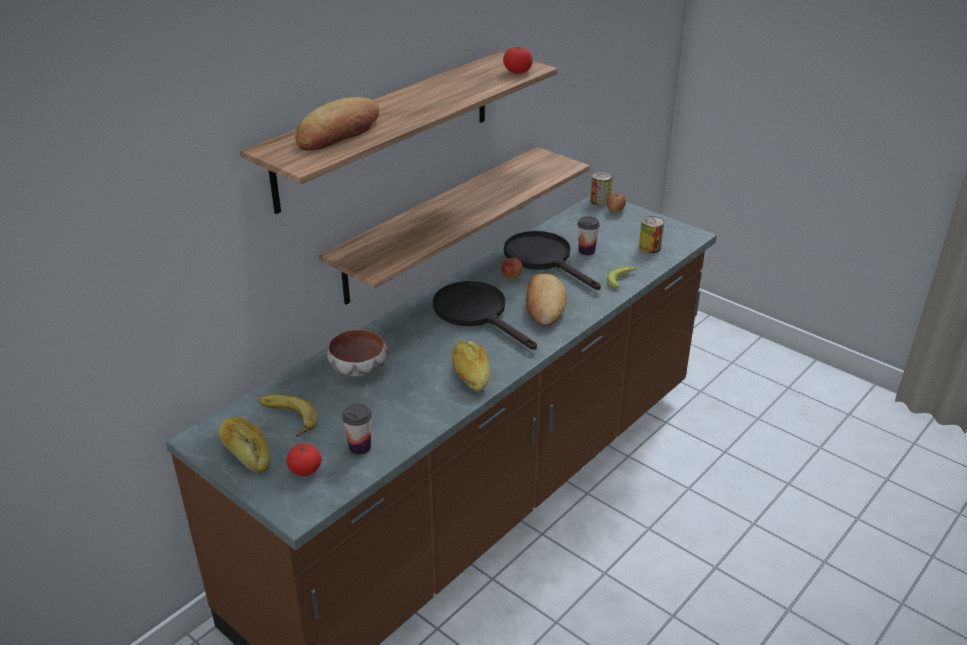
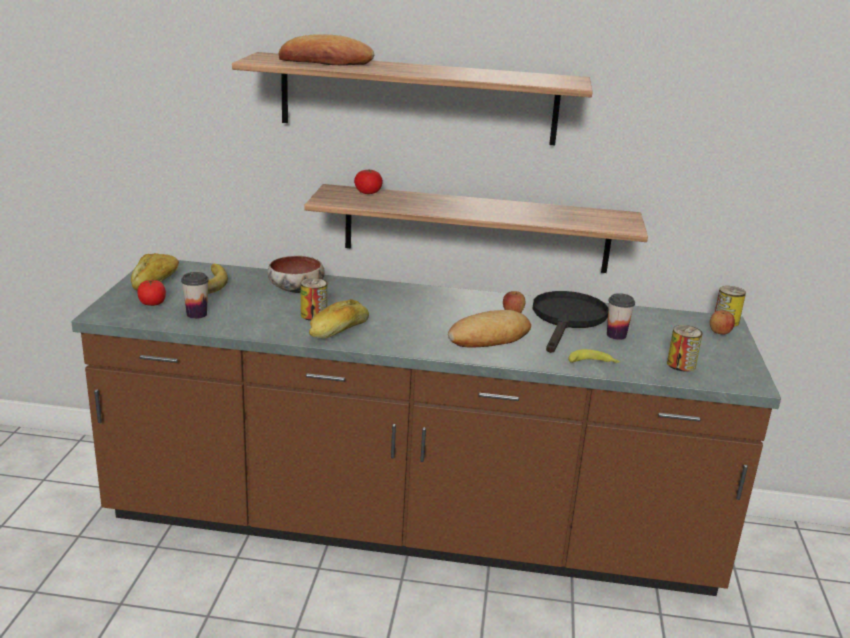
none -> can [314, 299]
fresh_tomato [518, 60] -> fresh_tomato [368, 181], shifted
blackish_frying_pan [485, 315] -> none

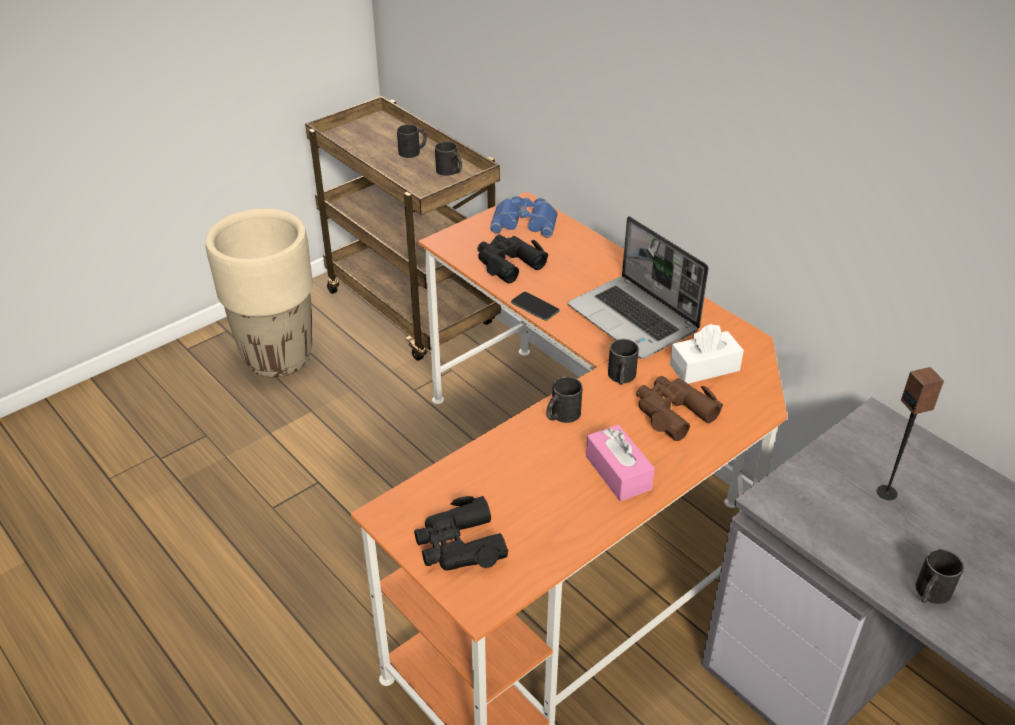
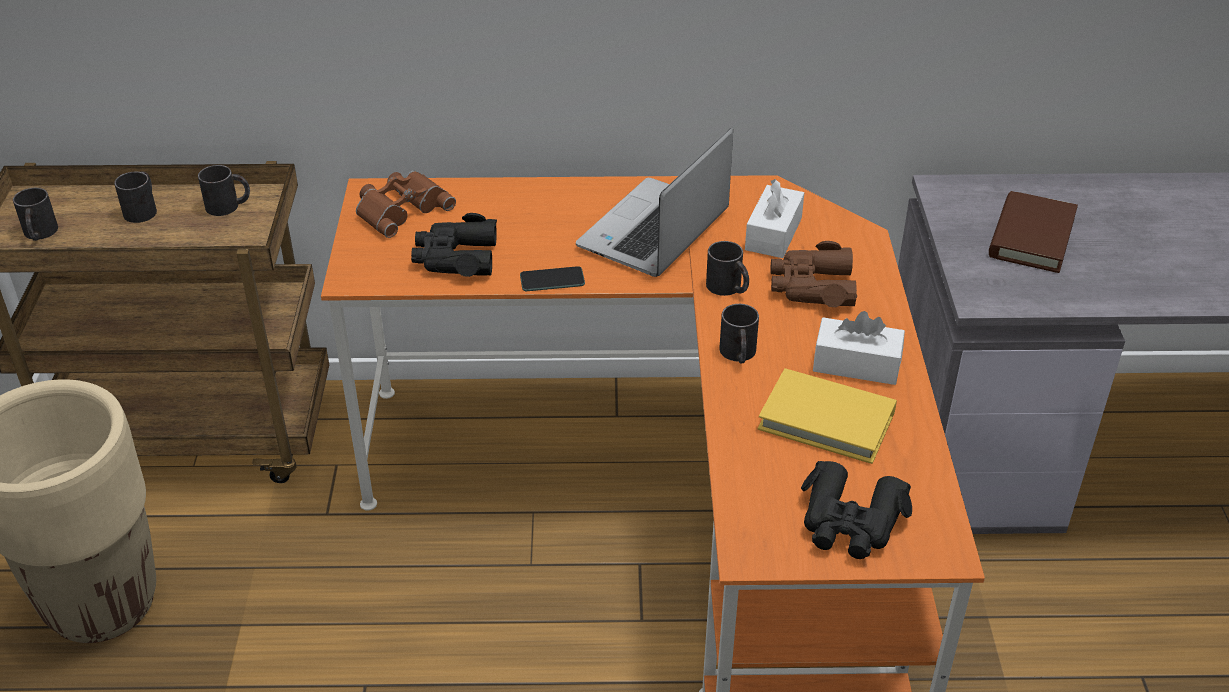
blackish_coffee_mug [940, 576] -> blackish_coffee_mug [35, 214], shifted
blue-coloured_field_glasses [524, 217] -> brown-coloured_field_glasses [406, 204]
notebook_computer [638, 287] -> notebook_computer [654, 202], 120 degrees clockwise
none -> yellow_volume [827, 416]
pinkish_box_of_tissues [620, 462] -> white-coloured_box_of_tissues [859, 348]
audio_speaker [910, 433] -> brown-coloured_volume [1033, 232]

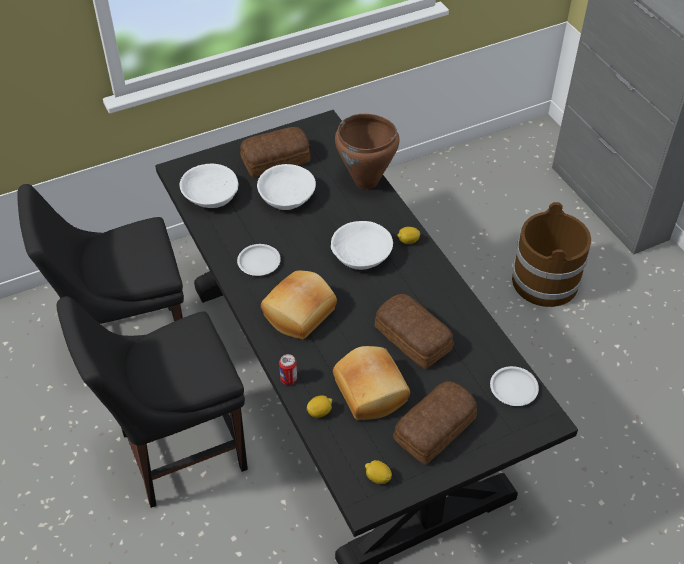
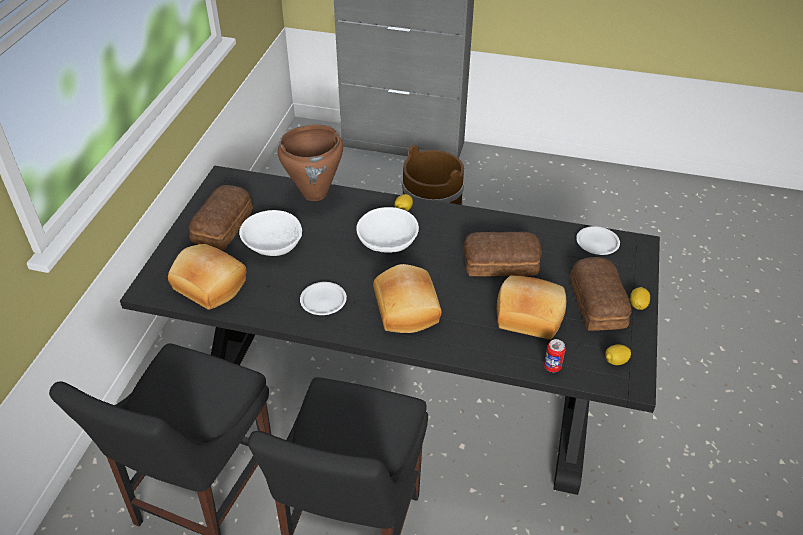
white-coloured_serving_bowl [208, 186] -> bakery_bread [207, 277]
can [288, 369] -> can [555, 355], shifted
lemon [319, 406] -> lemon [640, 298], shifted

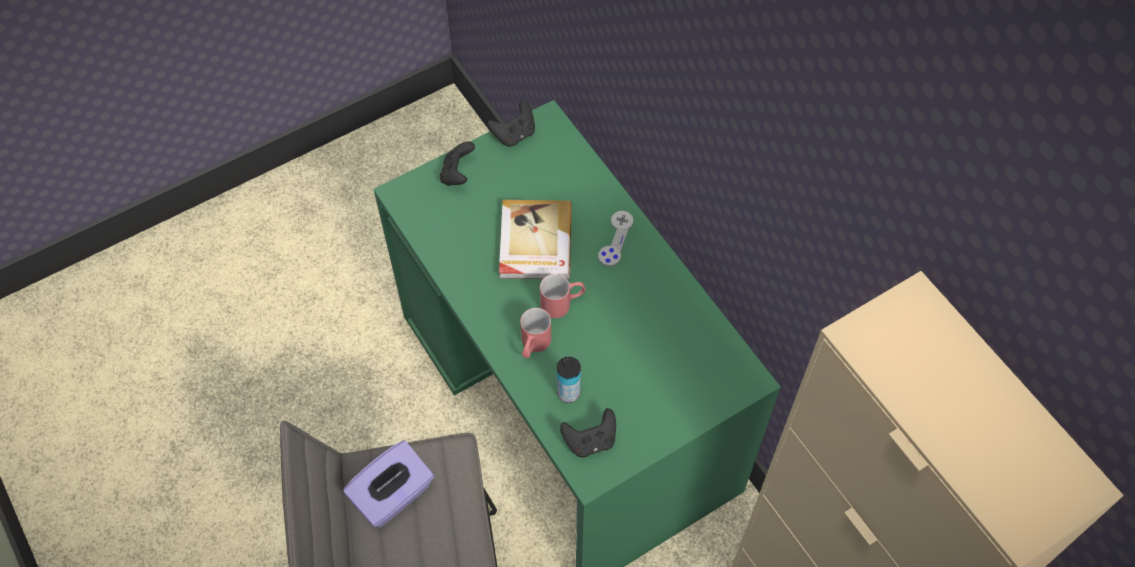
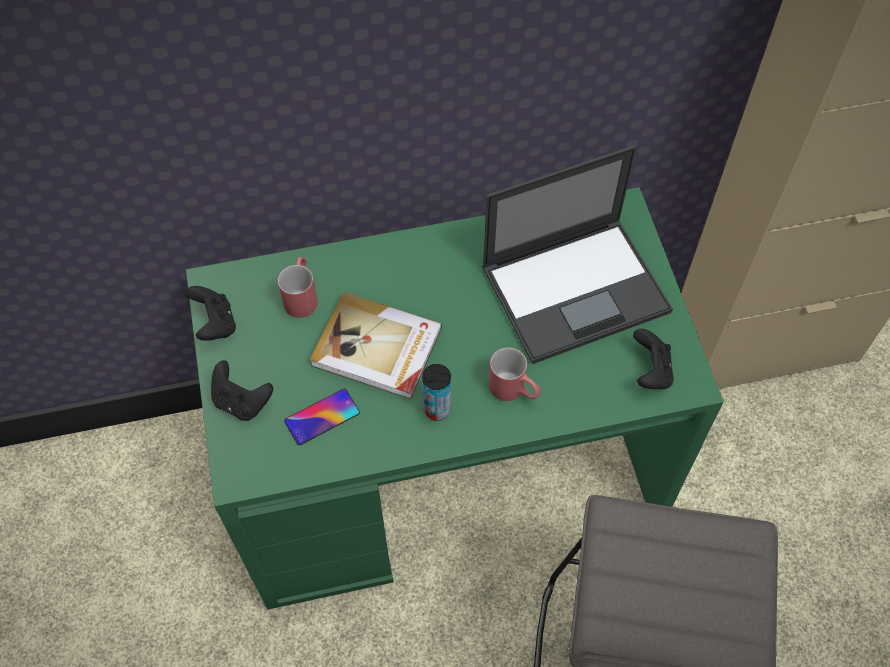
red_coffee_mug [563, 296] -> red_coffee_mug [298, 287], shifted
none -> phone [322, 417]
can [569, 380] -> can [436, 392], shifted
none -> notebook_computer [577, 254]
purple_box_of_tissues [388, 483] -> none
gray_joypad [615, 239] -> none

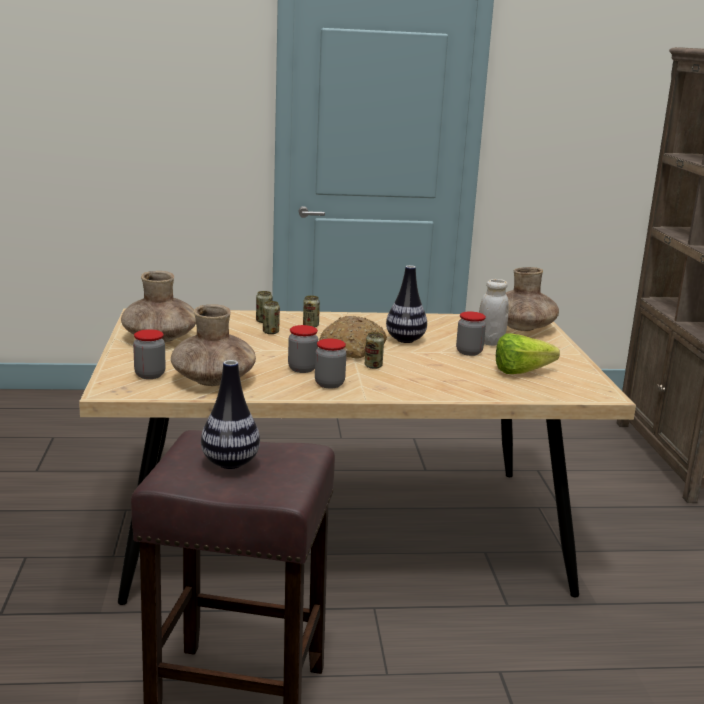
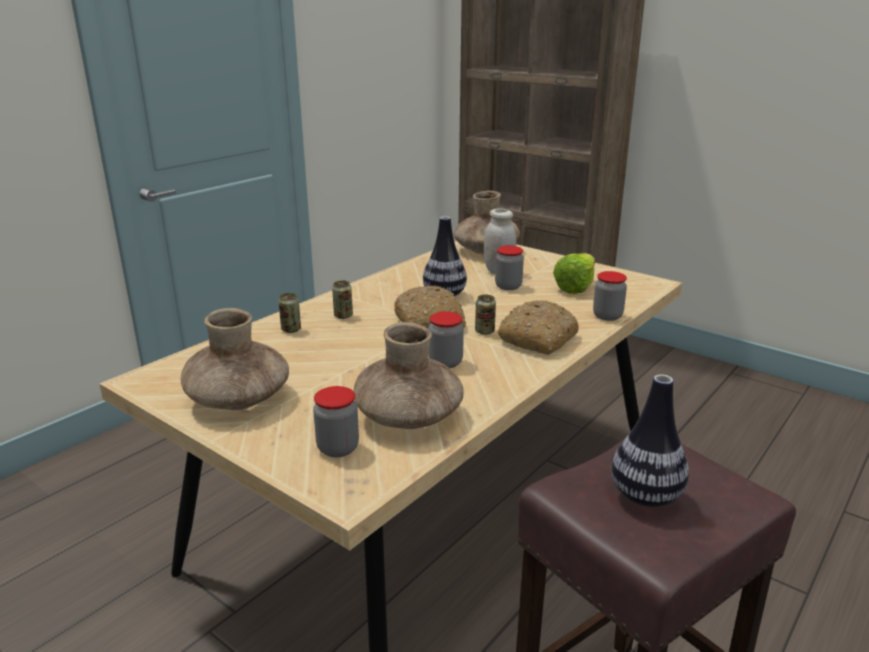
none -> bakery_bread [538, 327]
storage_jar [330, 364] -> storage_jar [610, 296], shifted
can [271, 317] -> none

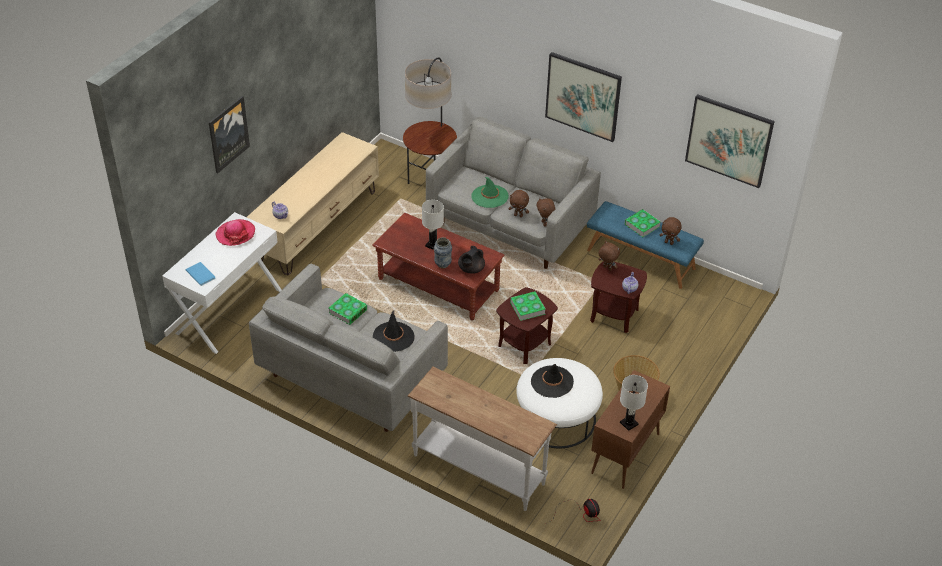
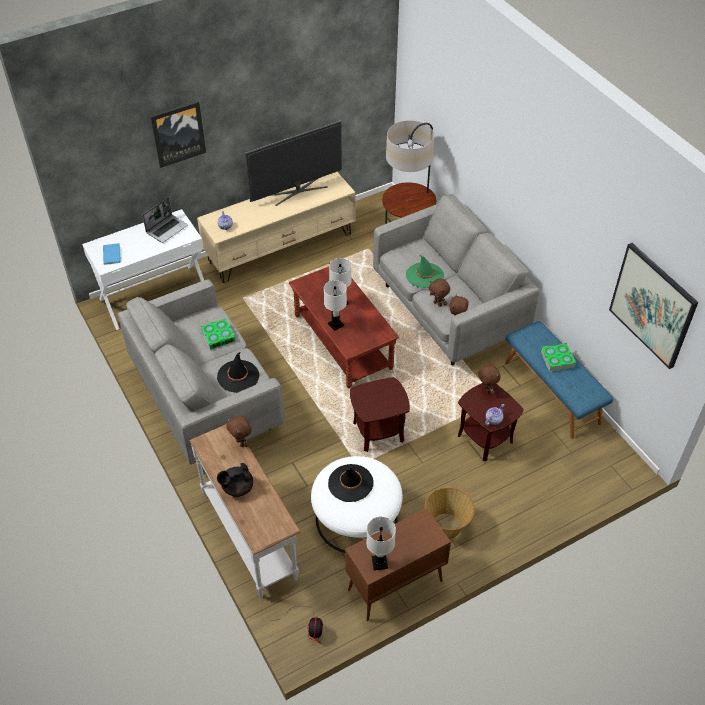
clothing_hat [235, 232] -> notebook_computer [165, 220]
blackish_teapot [471, 260] -> blackish_teapot [235, 480], shifted
brown-coloured_soft_toy [671, 231] -> brown-coloured_soft_toy [239, 431], shifted
none -> TV [293, 163]
decorative_vase [443, 252] -> white-coloured_table_lamp [335, 305]
volume [527, 306] -> none
wall_picture [583, 97] -> none

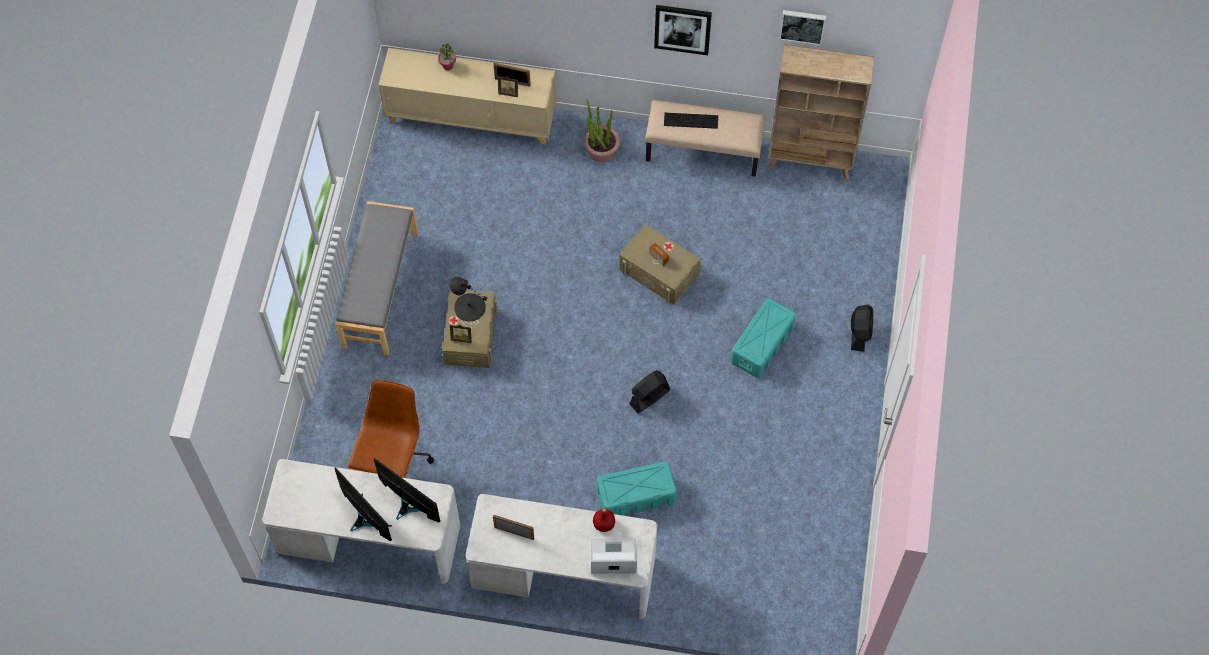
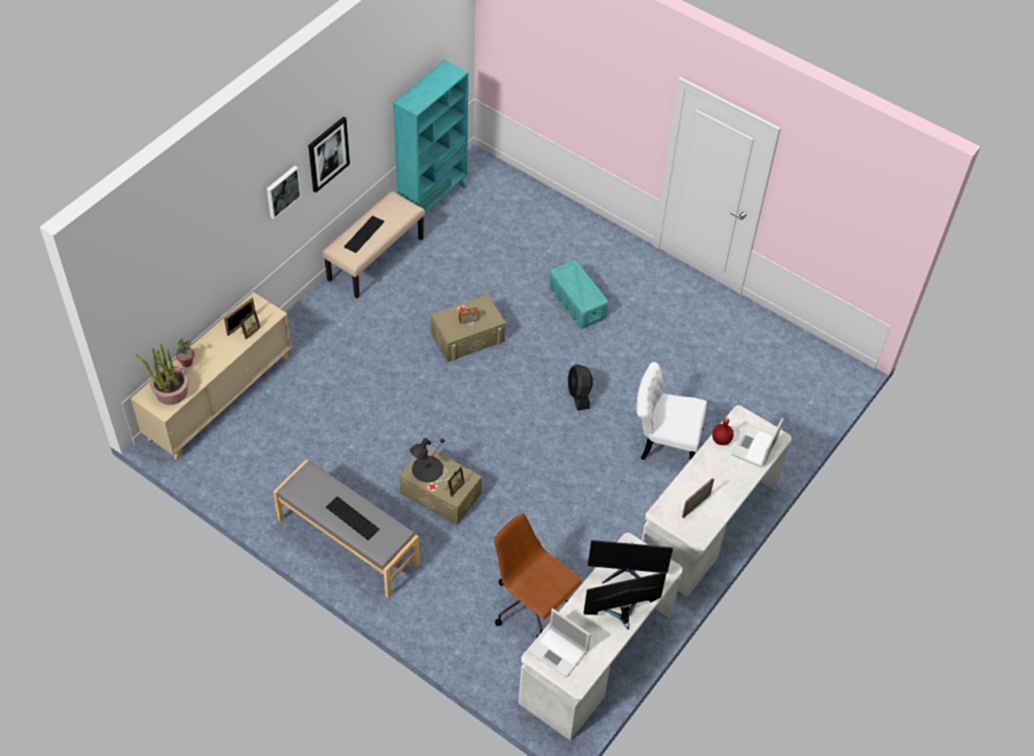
houseplant [602, 130] -> houseplant [162, 374], shifted
wall_picture [802, 27] -> wall_picture [284, 192], shifted
none -> PC_keyboard [353, 518]
beige-coloured_bookcase [821, 112] -> turquoise-coloured_bookcase [430, 143]
none -> notebook_computer [560, 643]
monitor [407, 490] -> monitor [630, 561], 150 degrees counterclockwise
turquoise-coloured_storage_container [636, 488] -> white-coloured_upright_chair [672, 411]
blackish_cooling_fan [862, 328] -> none

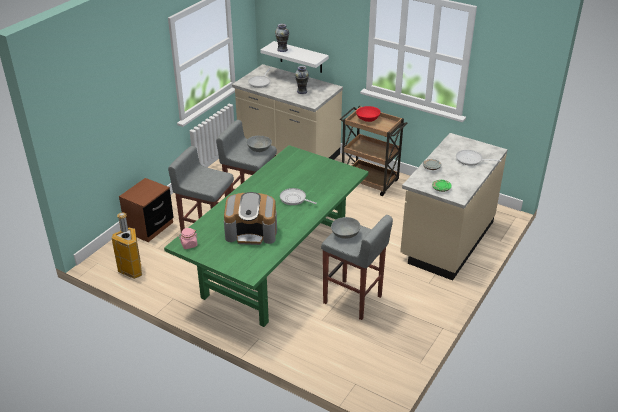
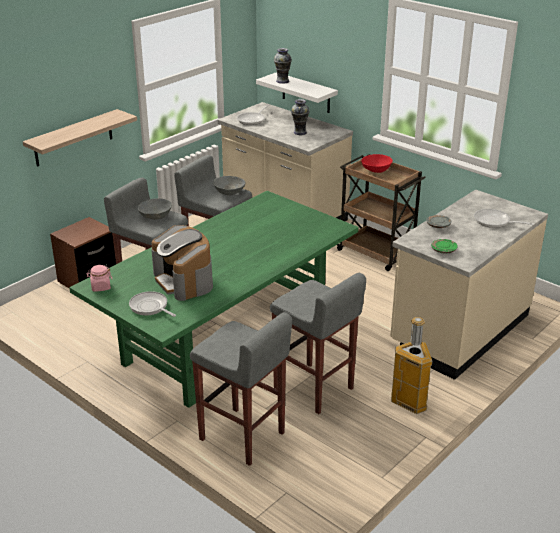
none -> wall_shelf [80, 138]
frying_pan [298, 196] -> frying_pan [152, 304], shifted
gray_serving_bowl [346, 228] -> gray_serving_bowl [155, 209], shifted
coffee_brewer [250, 218] -> coffee_brewer [182, 263], 45 degrees clockwise
none -> gray_stool_seat [241, 389]
trash_can [127, 245] -> trash_can [411, 365], shifted

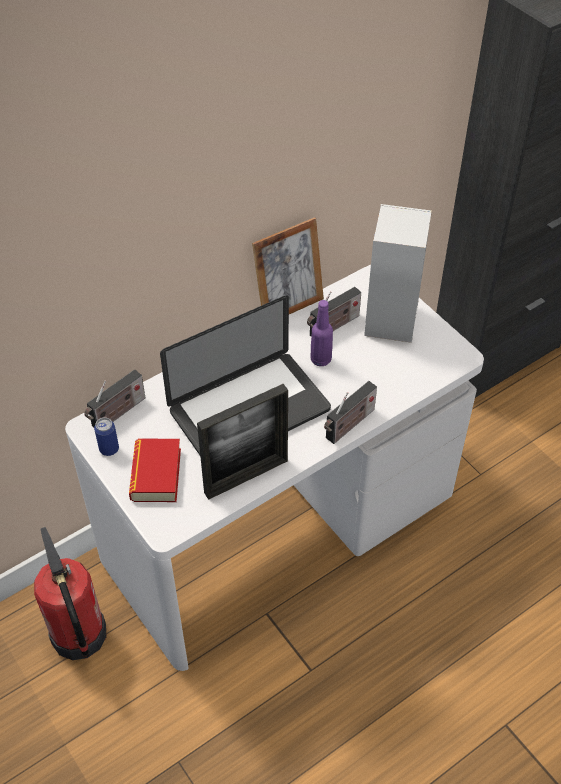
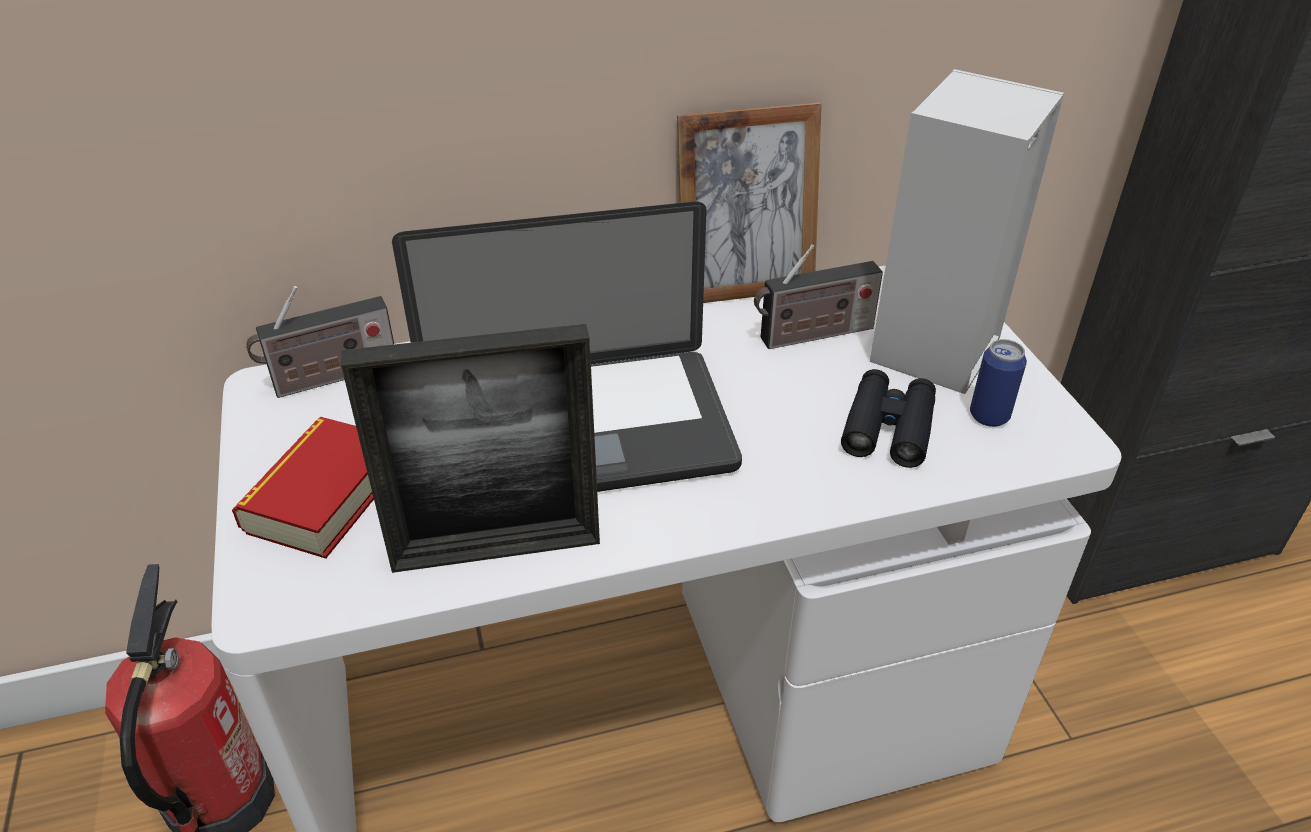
none -> blackish_field_glasses [888, 418]
can [106, 437] -> can [998, 383], shifted
purple_beverage_bottle [321, 333] -> none
radio [350, 412] -> none

